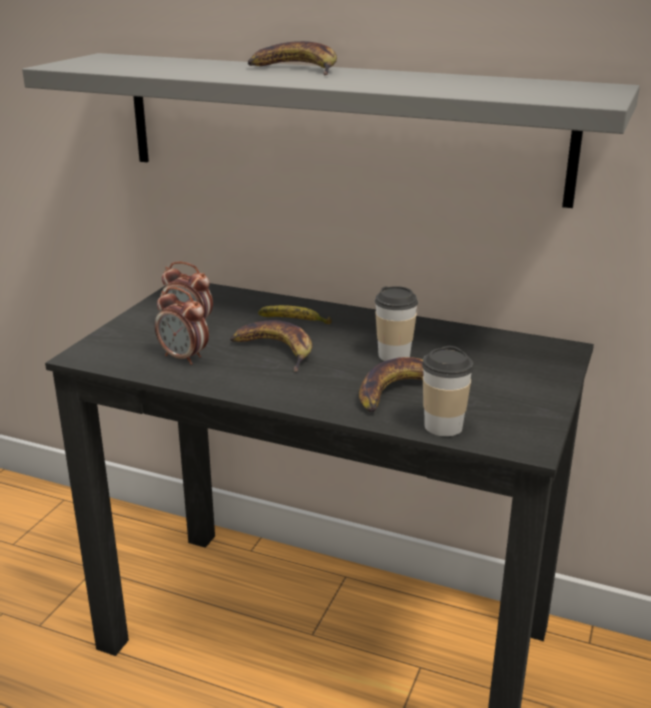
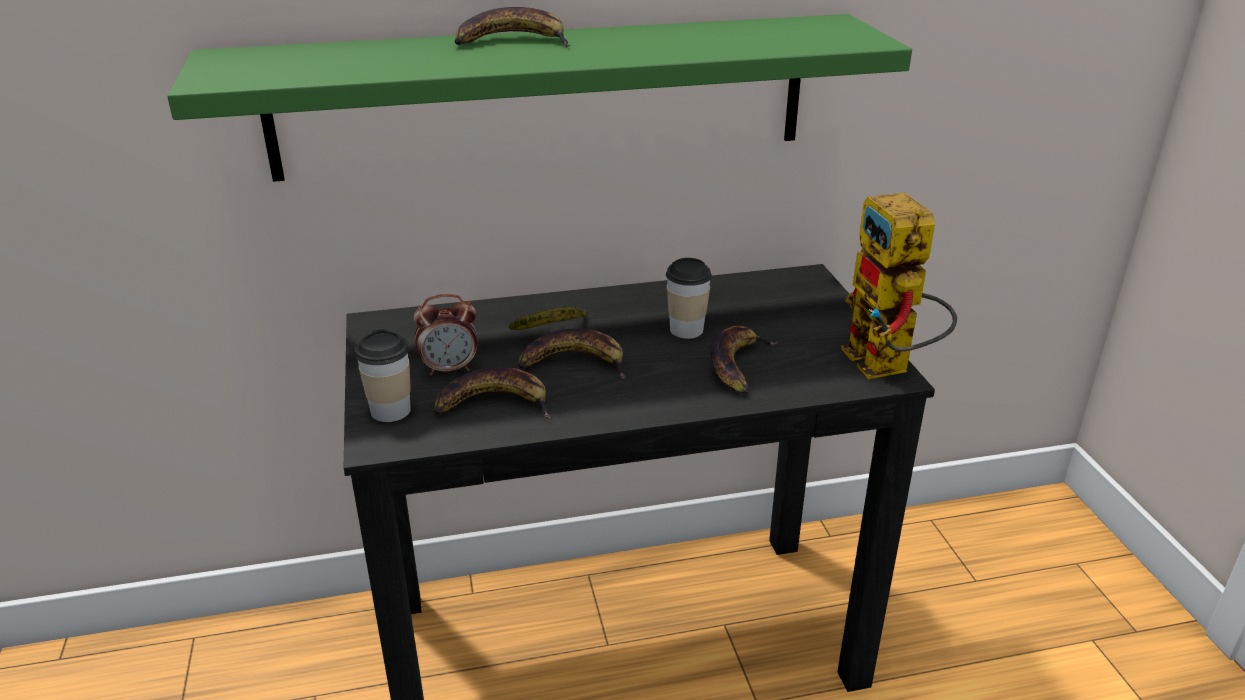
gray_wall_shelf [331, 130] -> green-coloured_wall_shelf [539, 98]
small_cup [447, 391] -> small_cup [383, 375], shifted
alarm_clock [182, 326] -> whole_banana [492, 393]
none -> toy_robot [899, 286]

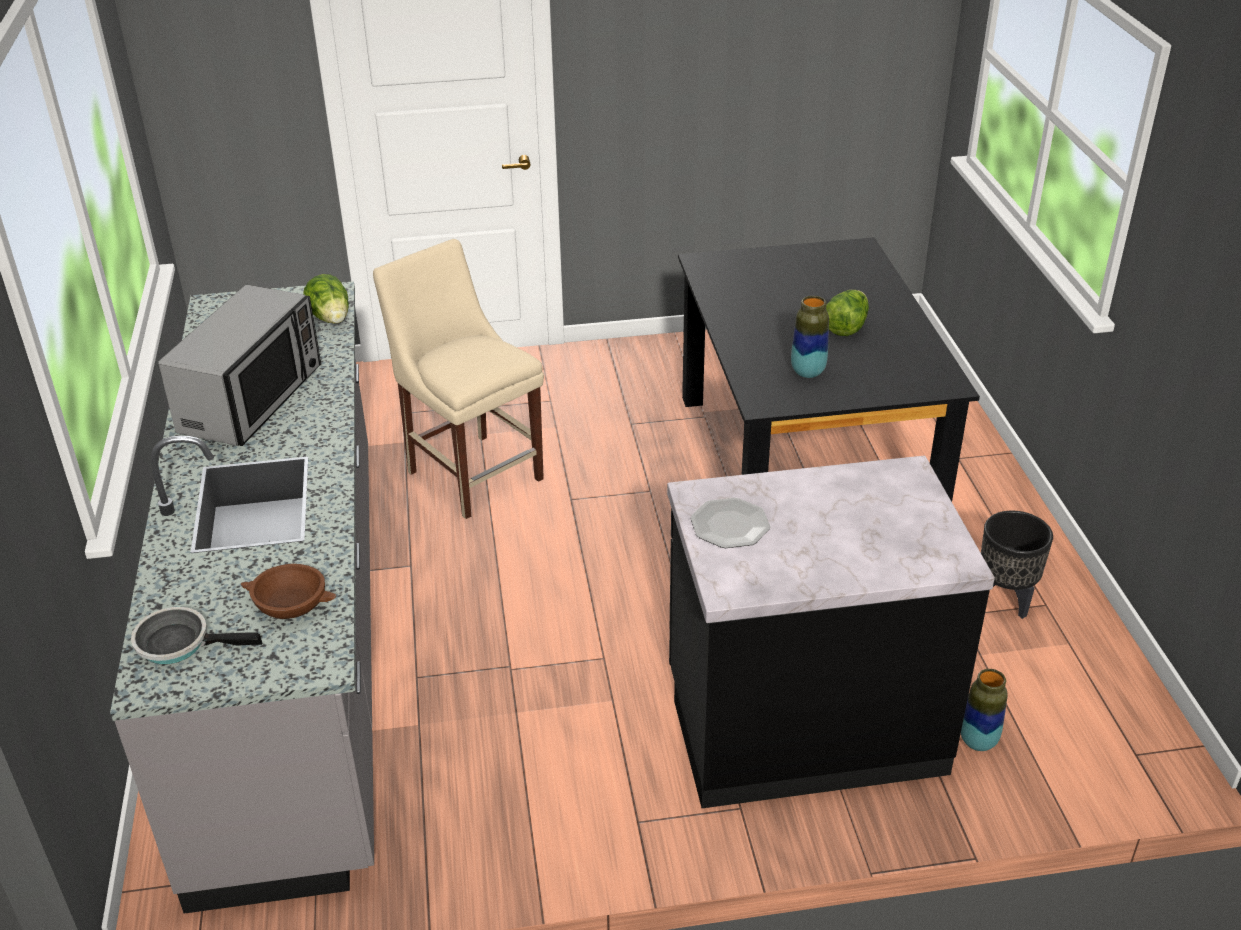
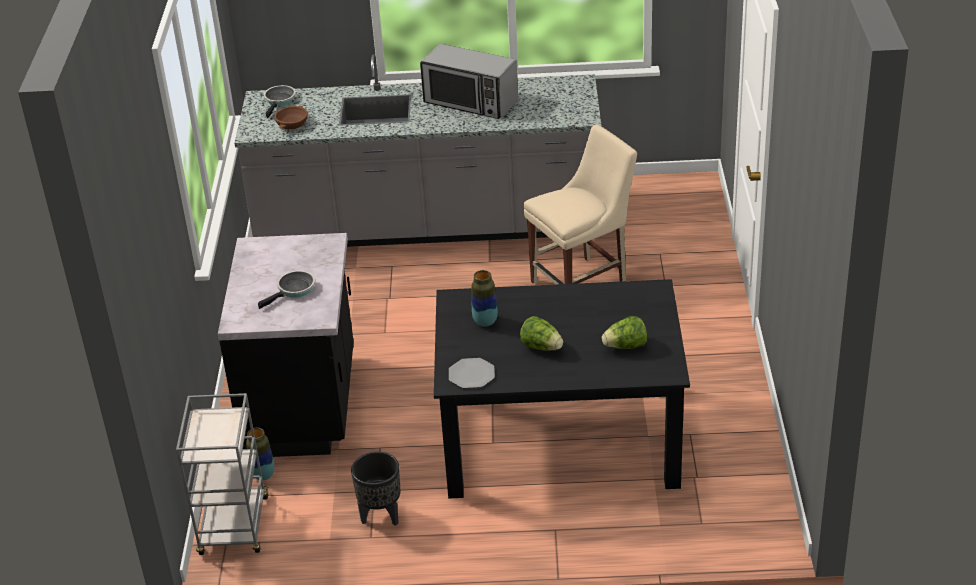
none -> gray_cart [222, 474]
none -> frying_pan [286, 289]
dinner_plate [730, 523] -> dinner_plate [472, 373], shifted
head_of_lettuce [326, 299] -> head_of_lettuce [624, 332], shifted

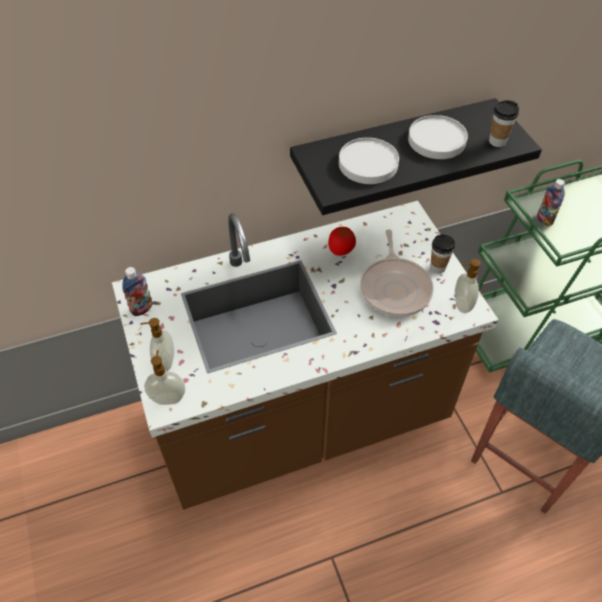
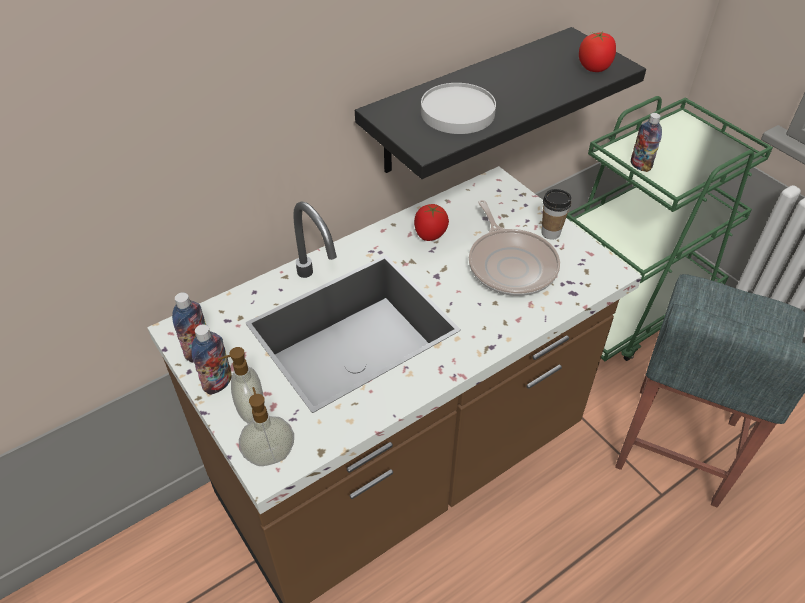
none -> beverage_bottle [211, 359]
small_cup [504, 123] -> fresh_tomato [597, 52]
white-coloured_dinner_plate [438, 137] -> none
soap_dispenser [468, 286] -> none

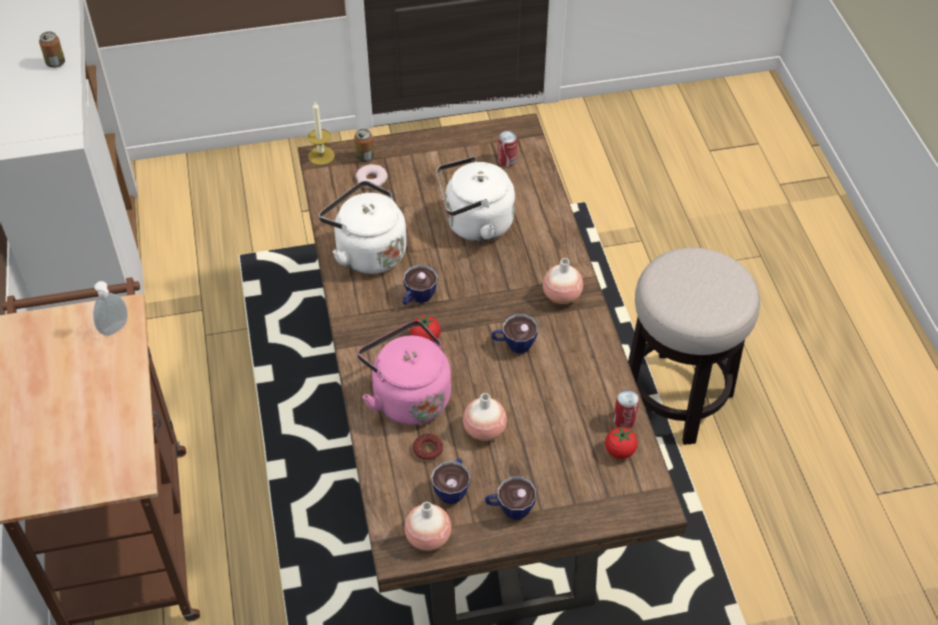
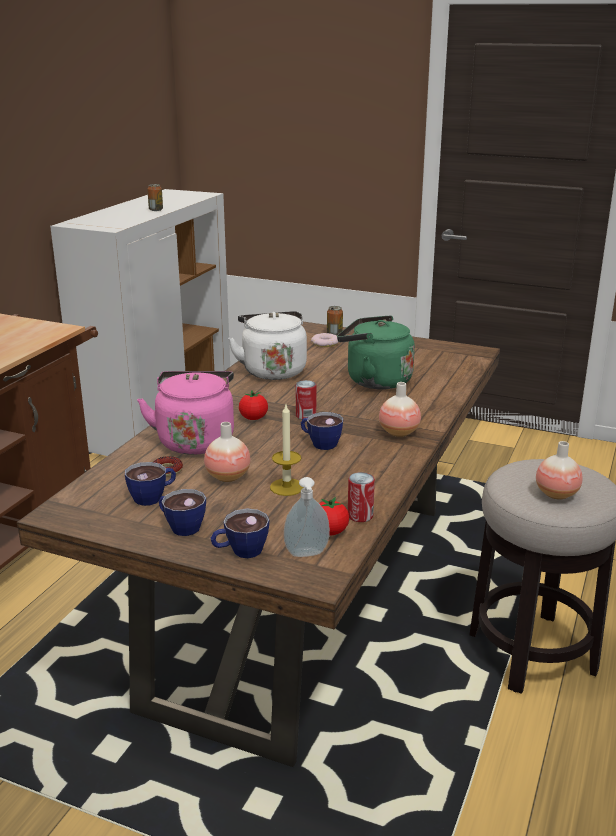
small_cup [420, 285] -> small_cup [240, 533], shifted
wax_candle [321, 133] -> wax_candle [287, 450], shifted
soap_dispenser [110, 308] -> soap_dispenser [307, 517], shifted
can [507, 149] -> can [306, 400], shifted
white-coloured_water_kettle [476, 199] -> green-coloured_water_kettle [376, 352]
decorative_vase [427, 526] -> decorative_vase [559, 470], shifted

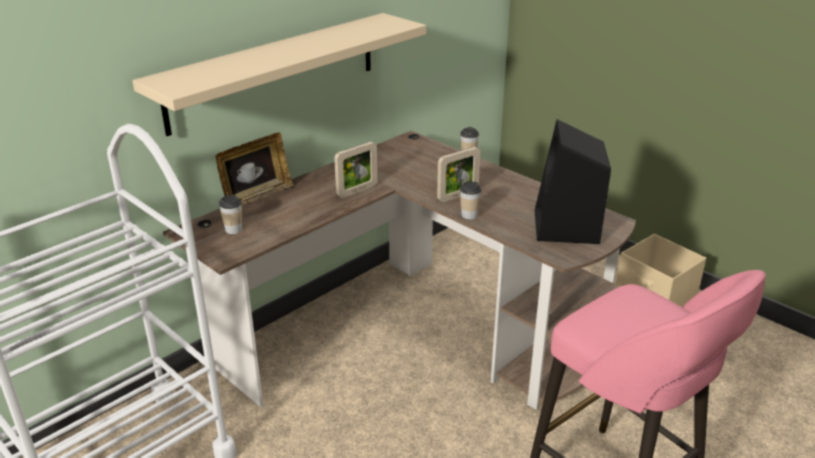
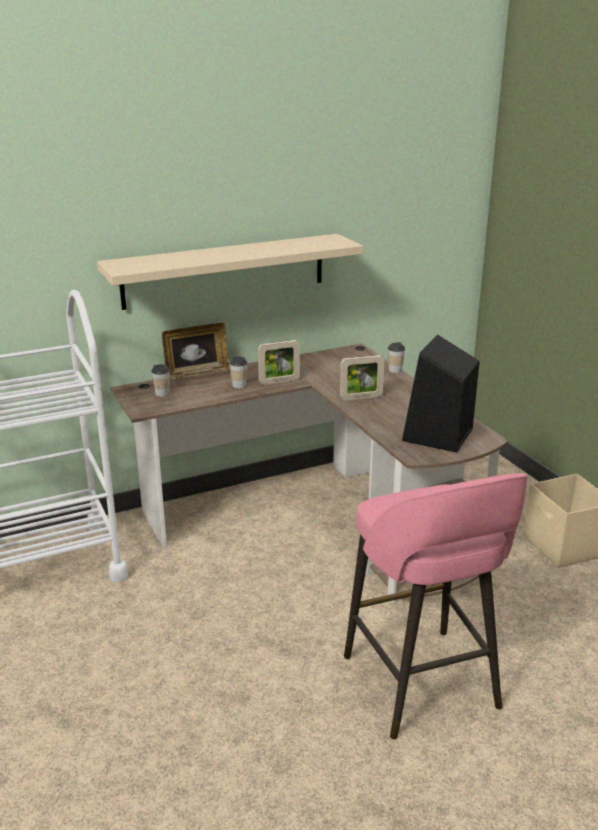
small_cup [470, 201] -> small_cup [238, 372], shifted

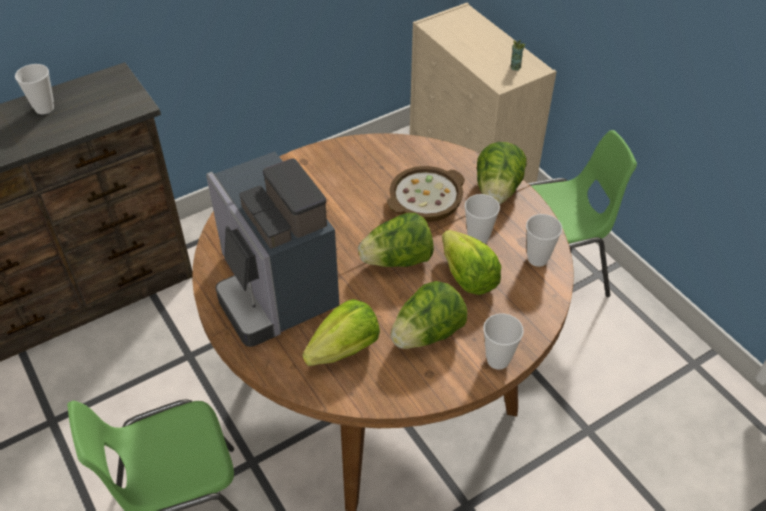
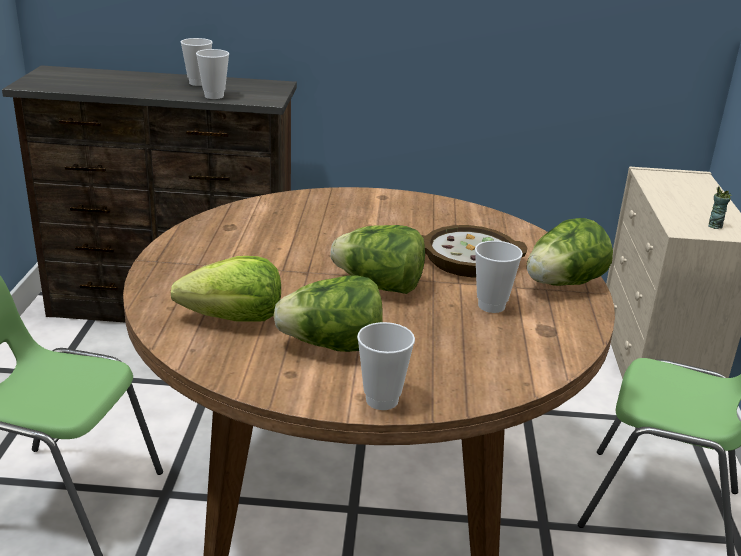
small_cup [544, 240] -> small_cup [212, 74], shifted
coffee_brewer [273, 249] -> none
head_of_lettuce [472, 262] -> none

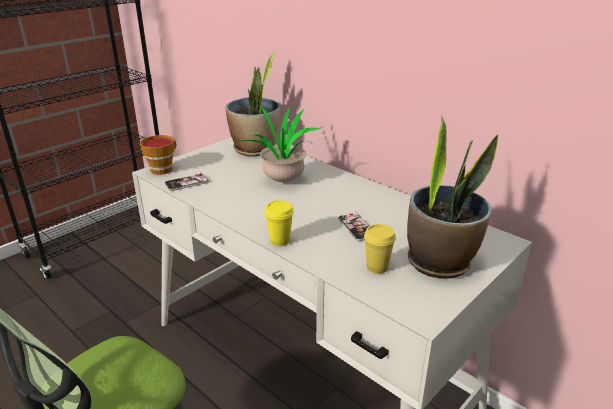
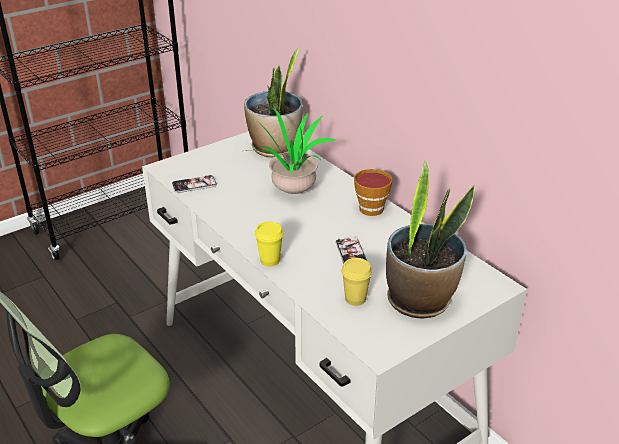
small_cup [158, 155] -> small_cup [373, 192], shifted

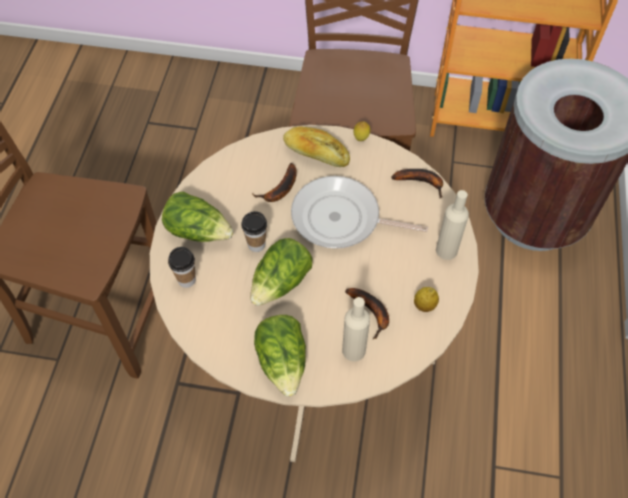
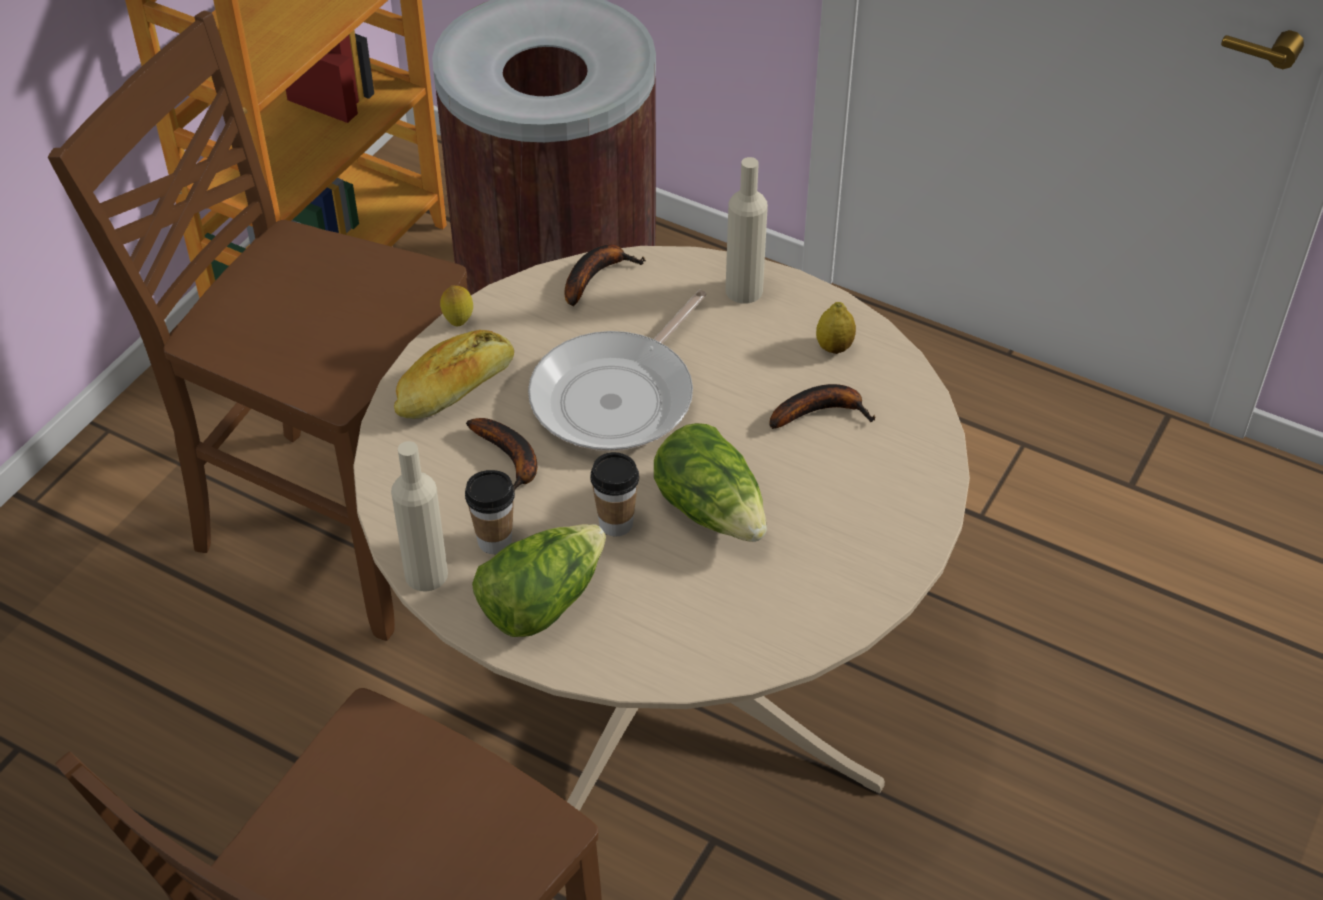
beige-coloured_beverage_bottle [356, 329] -> beige-coloured_beverage_bottle [419, 516], shifted
small_cup [182, 267] -> small_cup [490, 512], shifted
head_of_lettuce [280, 356] -> none

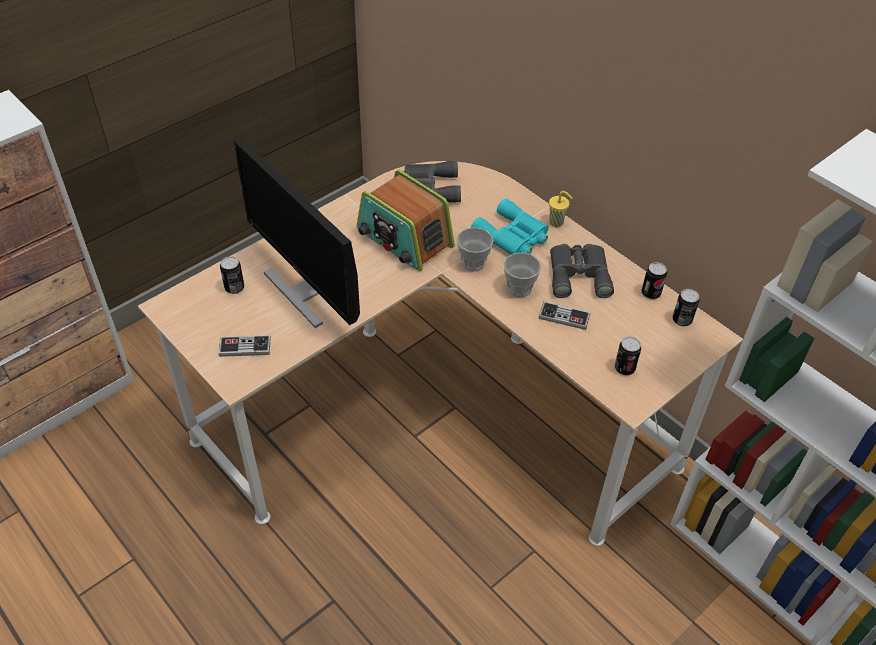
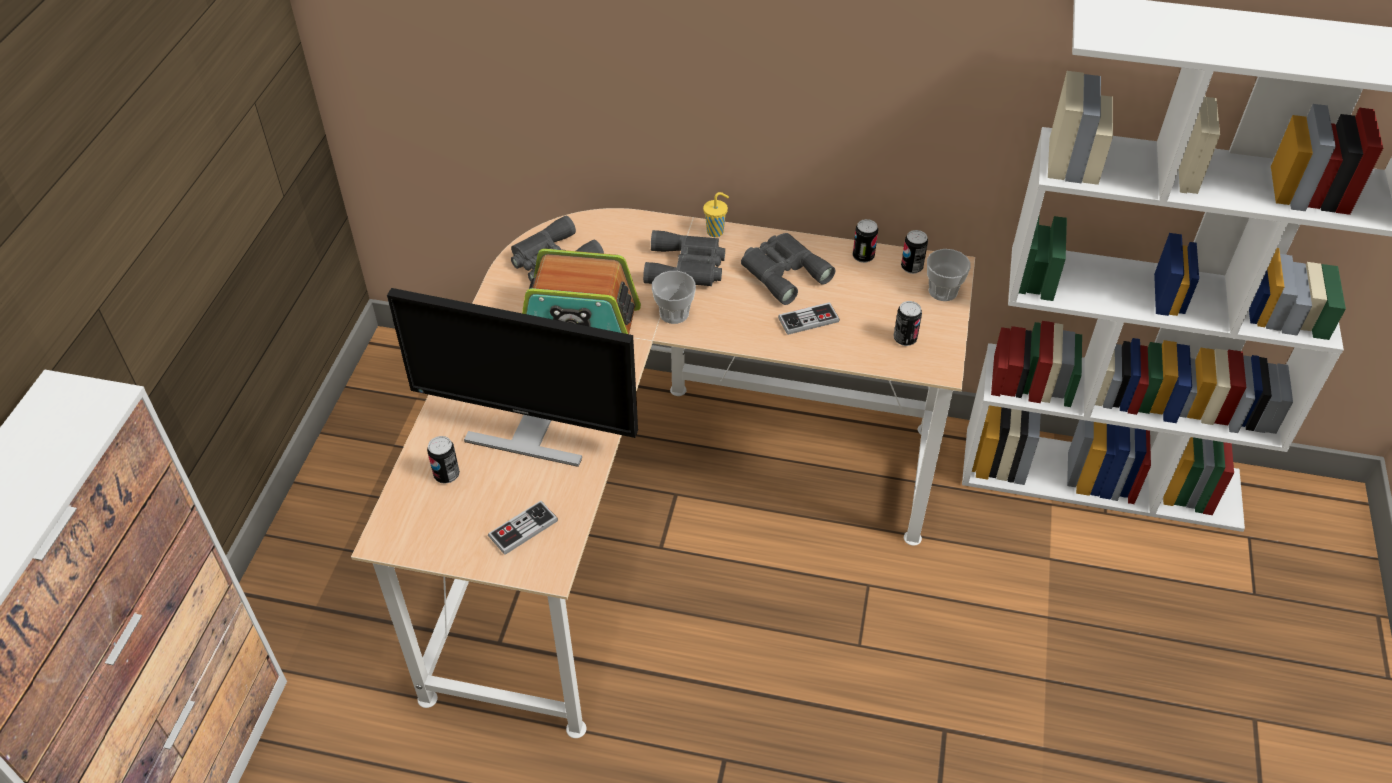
turquoise-coloured_field_glasses [510, 226] -> gray_field_glasses [684, 258]
small_cup [522, 275] -> small_cup [949, 275], shifted

